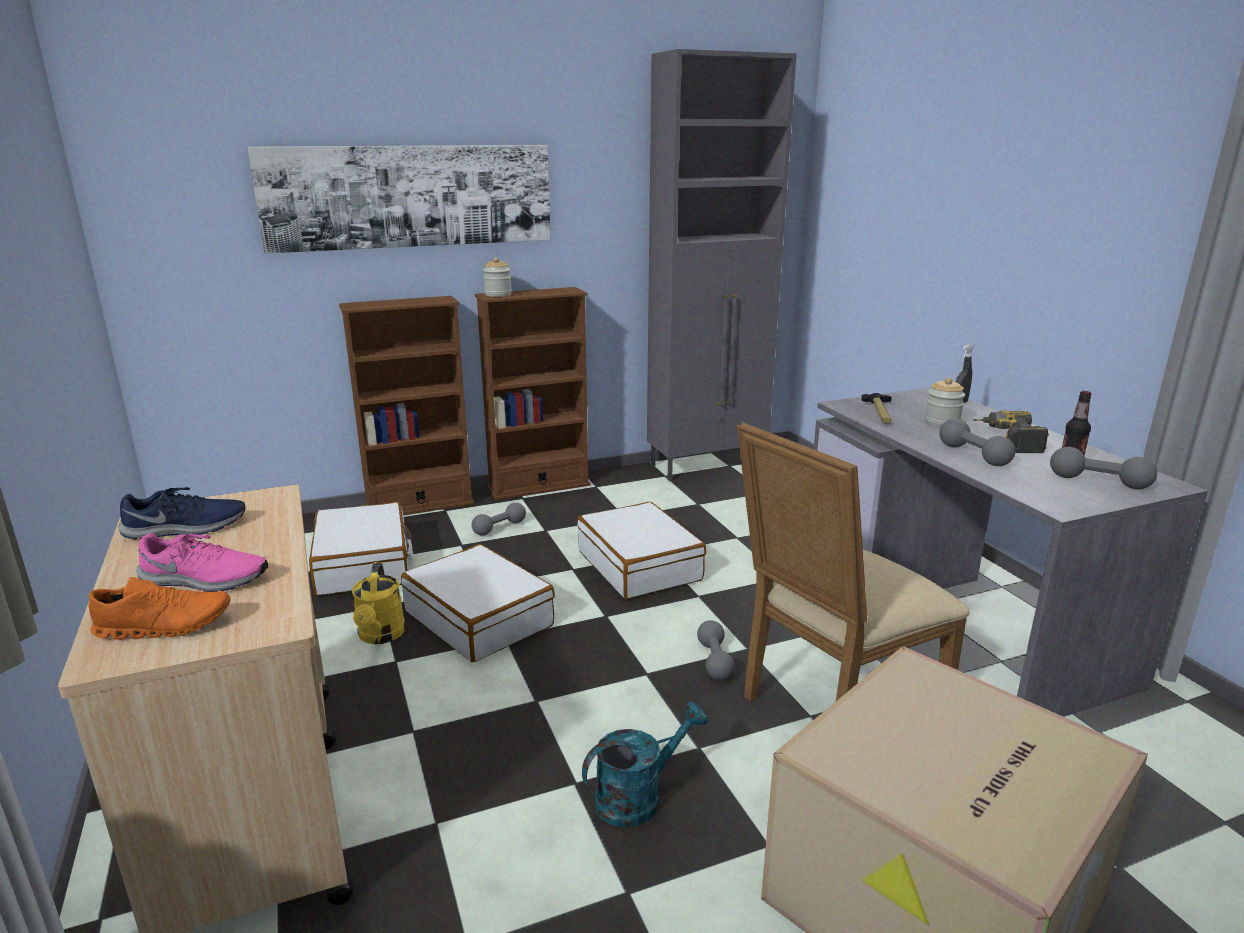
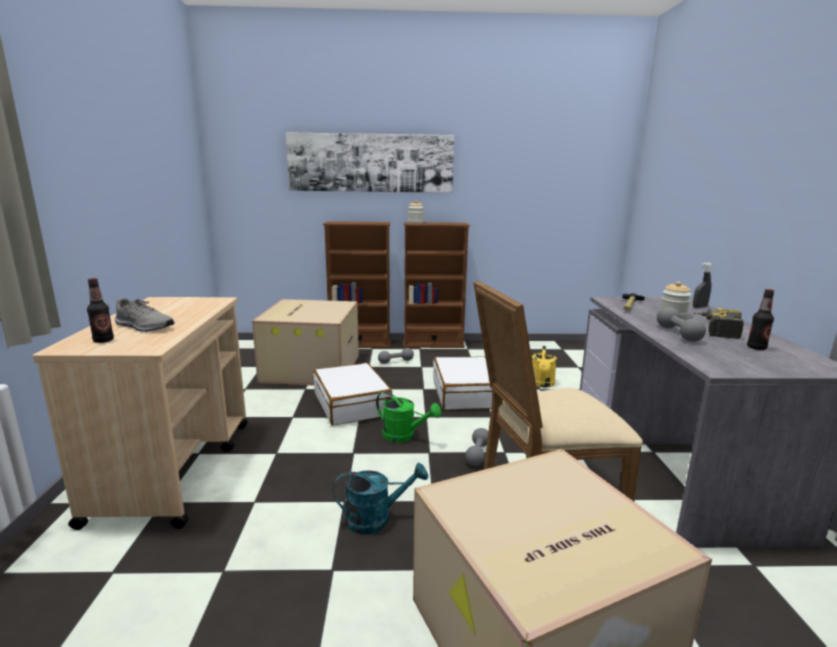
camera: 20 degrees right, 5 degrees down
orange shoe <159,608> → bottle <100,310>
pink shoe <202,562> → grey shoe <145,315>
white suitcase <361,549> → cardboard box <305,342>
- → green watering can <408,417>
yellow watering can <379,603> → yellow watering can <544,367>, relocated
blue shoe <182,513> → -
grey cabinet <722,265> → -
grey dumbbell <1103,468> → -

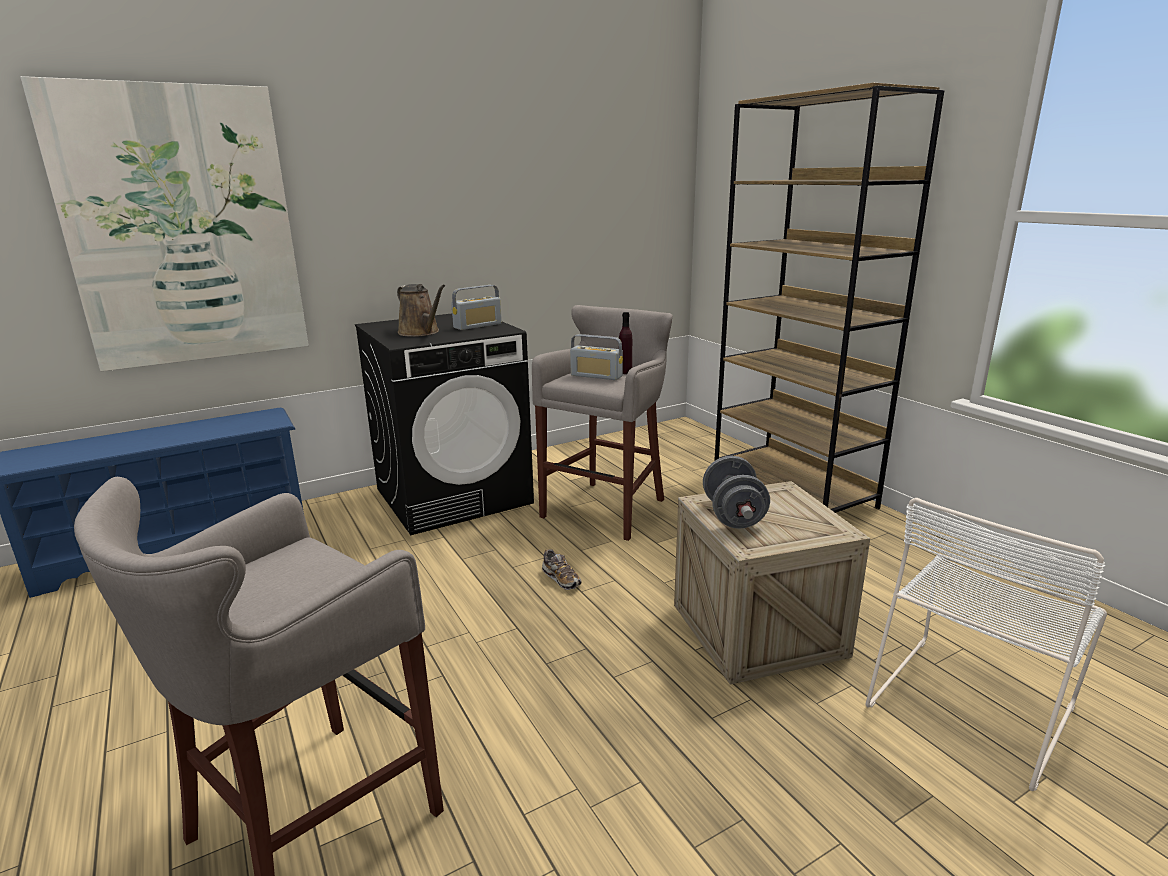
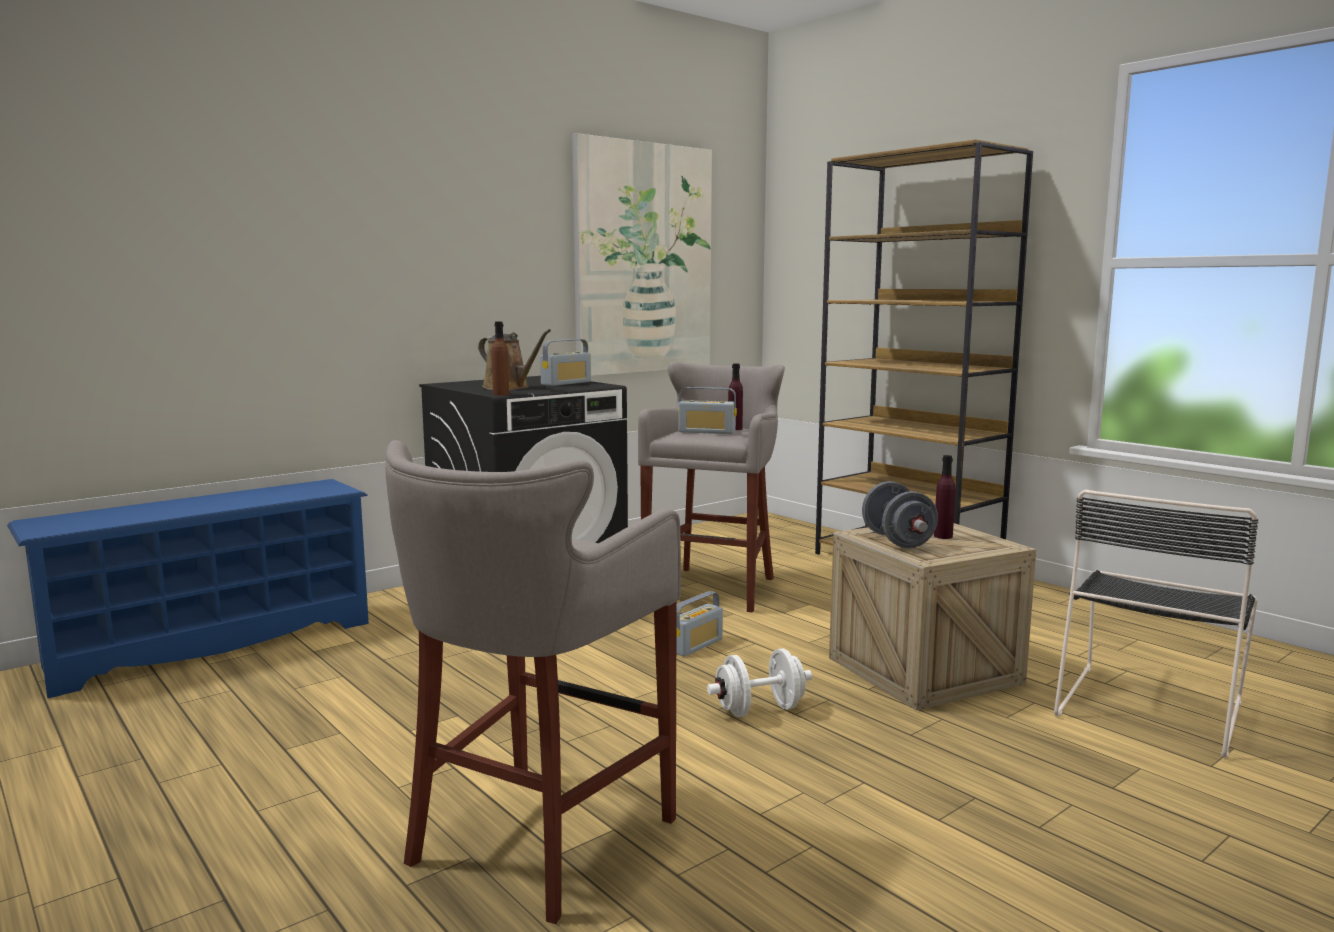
camera: 10 degrees left, 10 degrees down
- → brown bottle <500,358>
picture <164,223> → picture <642,254>, relocated
shoe <561,569> → radio <699,624>
- → white dumbbell <759,683>
- → purple bottle <944,497>
white chair <986,644> → black chair <1156,623>

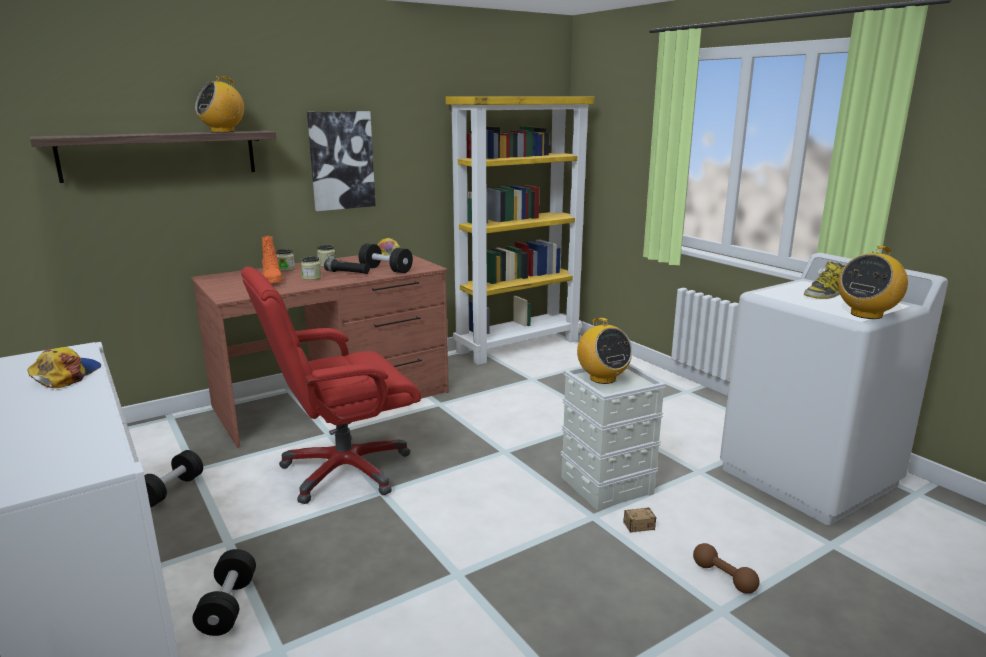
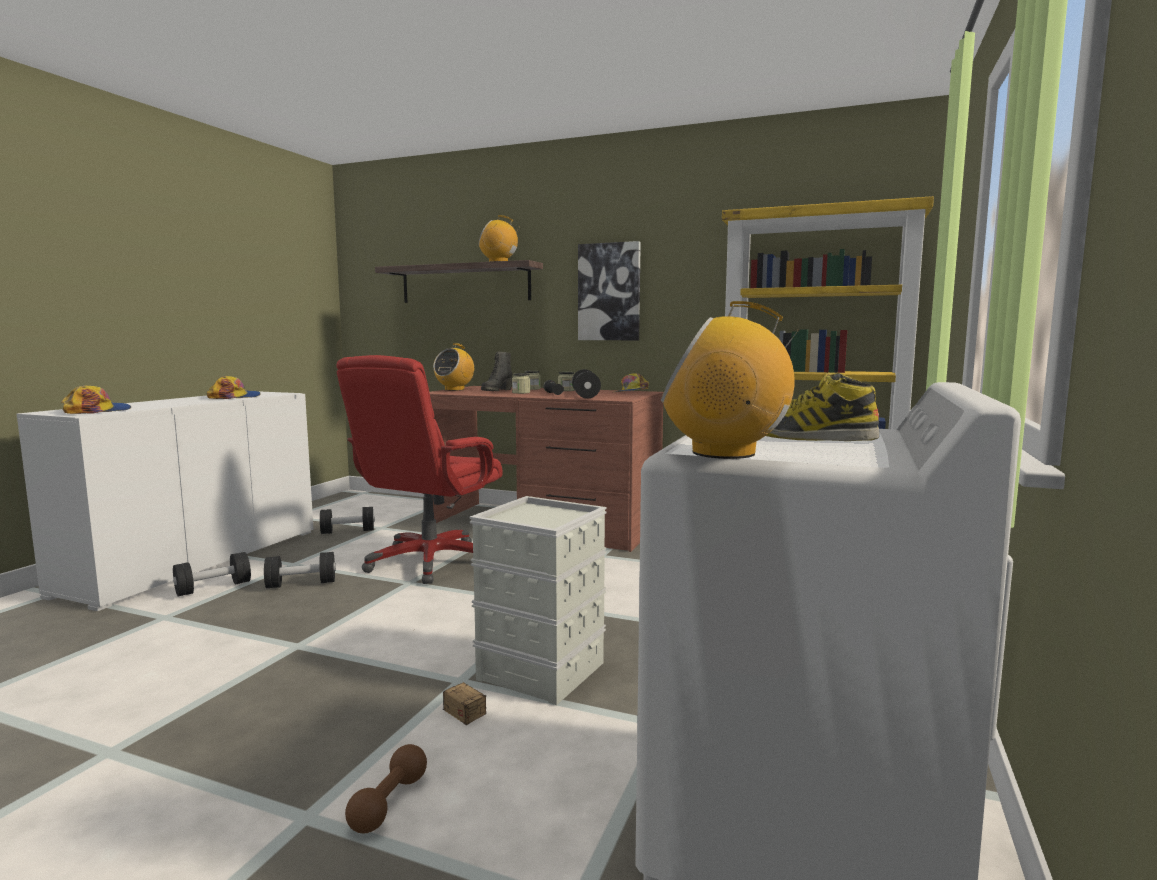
camera: 55 degrees right, 10 degrees down
- → cap <96,400>
- → black dumbbell <300,570>
red office chair <331,385> → red office chair <419,469>, 90 degrees counterclockwise
radio <604,351> → radio <453,367>, relocated
orange boot <272,259> → black boot <496,371>

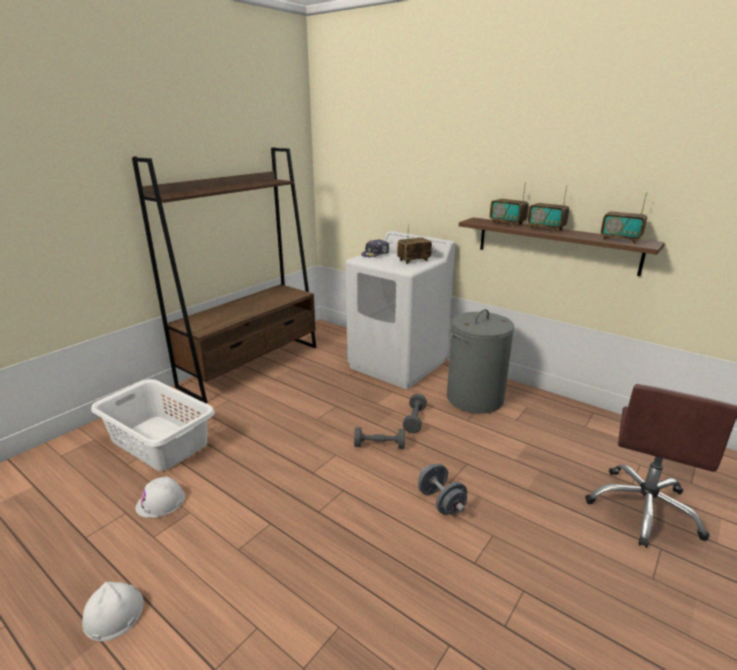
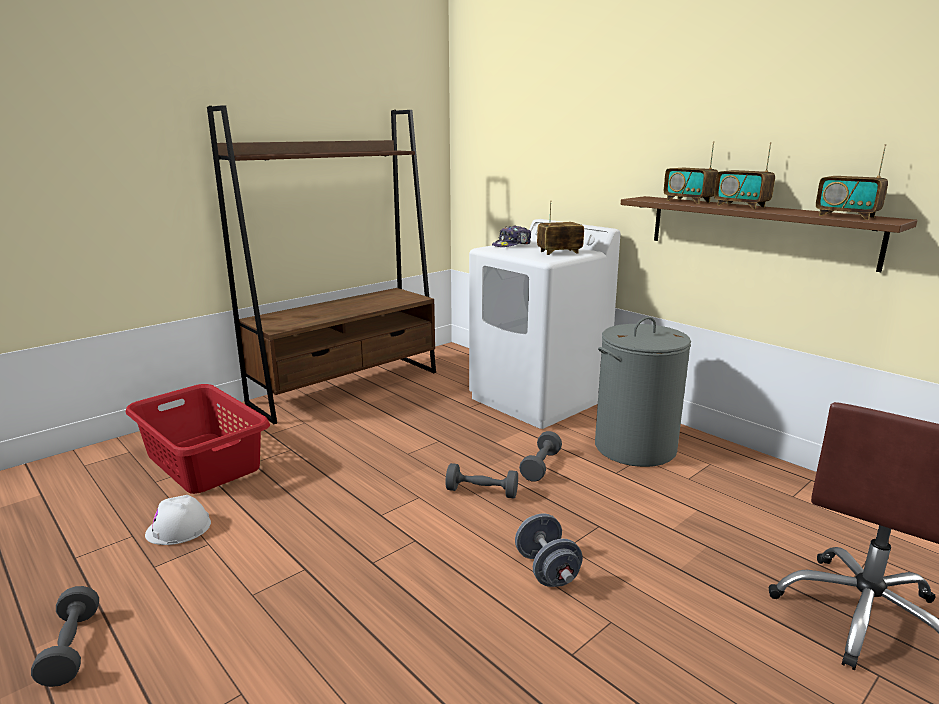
camera: 10 degrees right, 5 degrees down
white hard hat <113,611> → grey dumbbell <65,636>
white laundry basket <153,425> → red laundry basket <198,439>

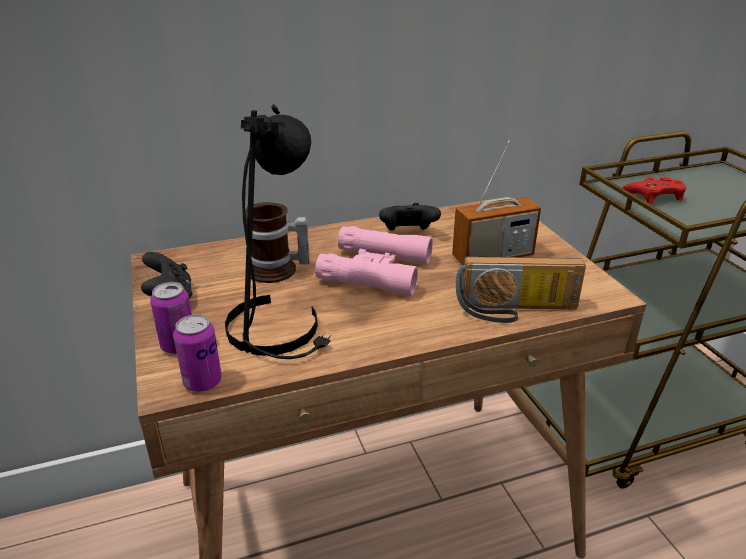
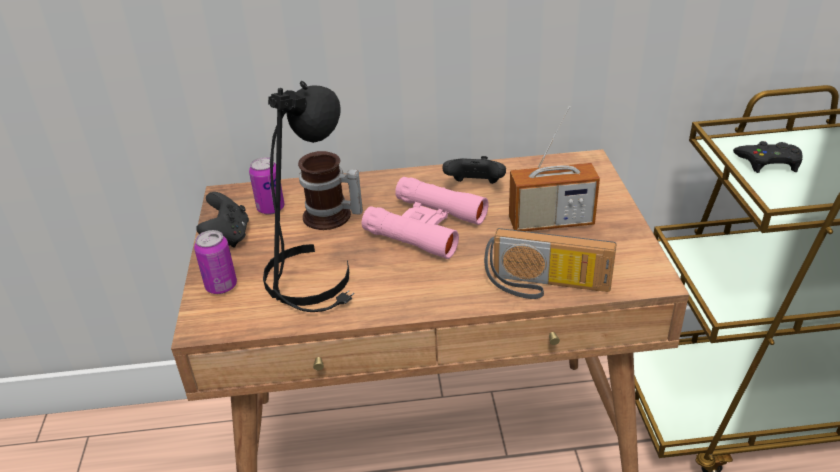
camera: 15 degrees right, 5 degrees up
can <197,353> → can <267,186>, relocated
red game controller <654,190> → black game controller <767,157>

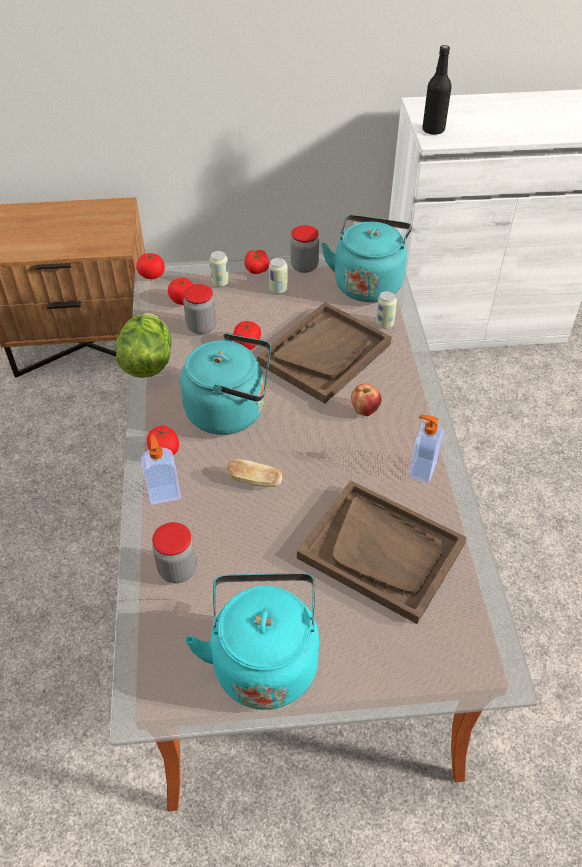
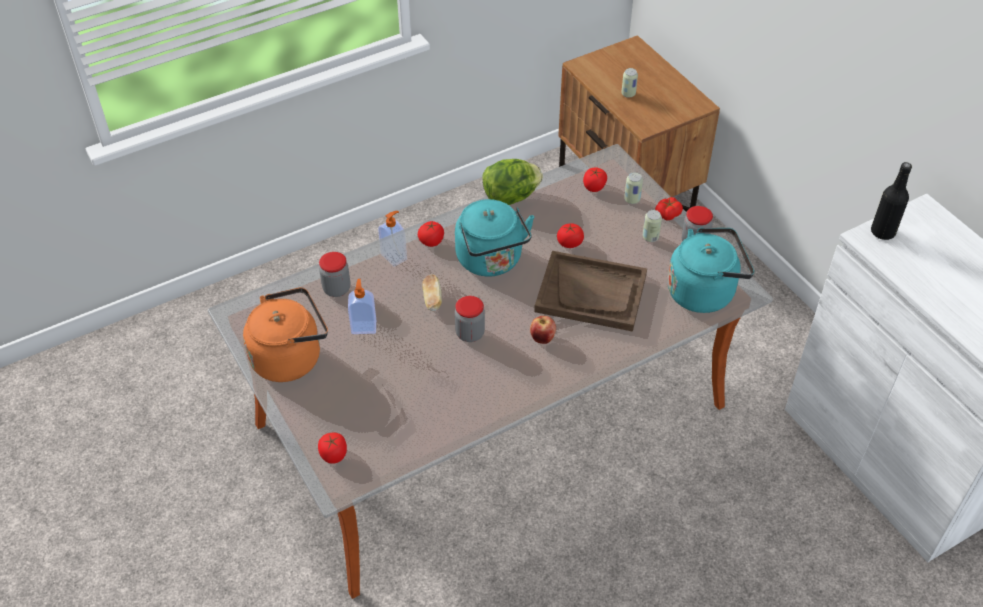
camera: 65 degrees right, 0 degrees up
turquoise kettle <252,641> → orange kettle <285,334>
tomato <150,266> → tomato <332,448>, relocated
soap dispenser <426,449> → soap dispenser <362,306>, relocated
jar <199,309> → jar <470,319>, relocated
can <386,309> → can <629,83>, relocated
brown tray <382,552> → -

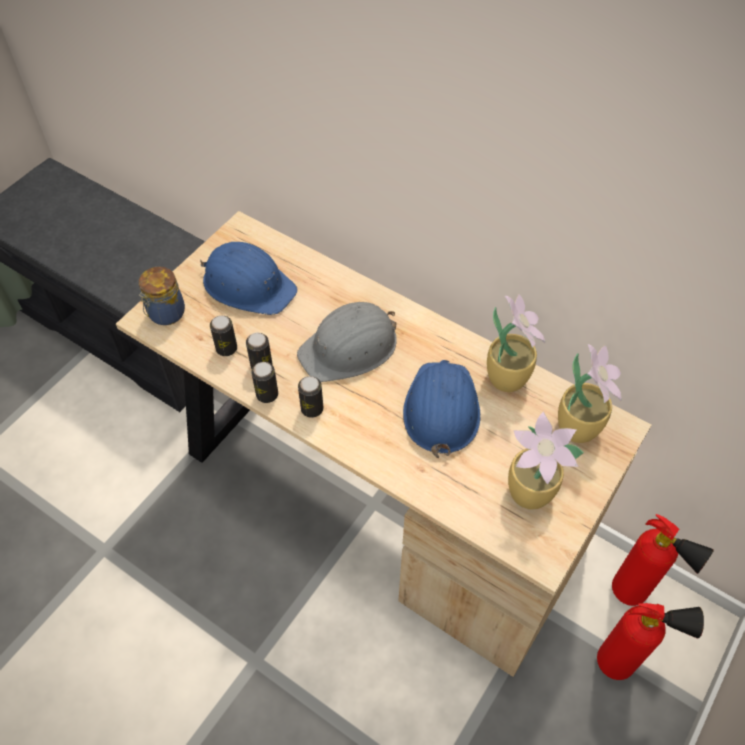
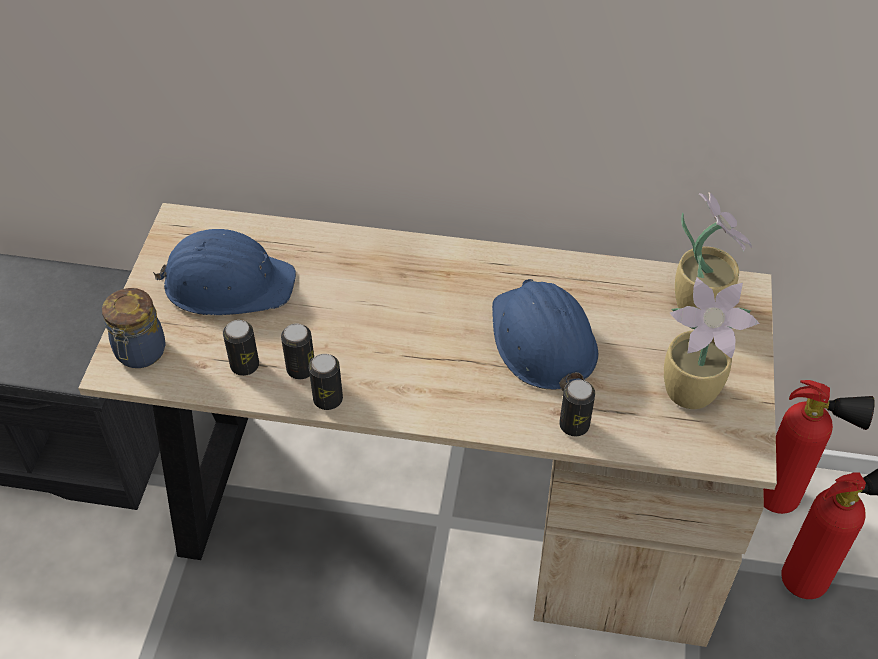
camera: 25 degrees left, 5 degrees down
can <310,397> → can <577,408>, relocated
grey hard hat <347,342> → -
potted plant <516,343> → -

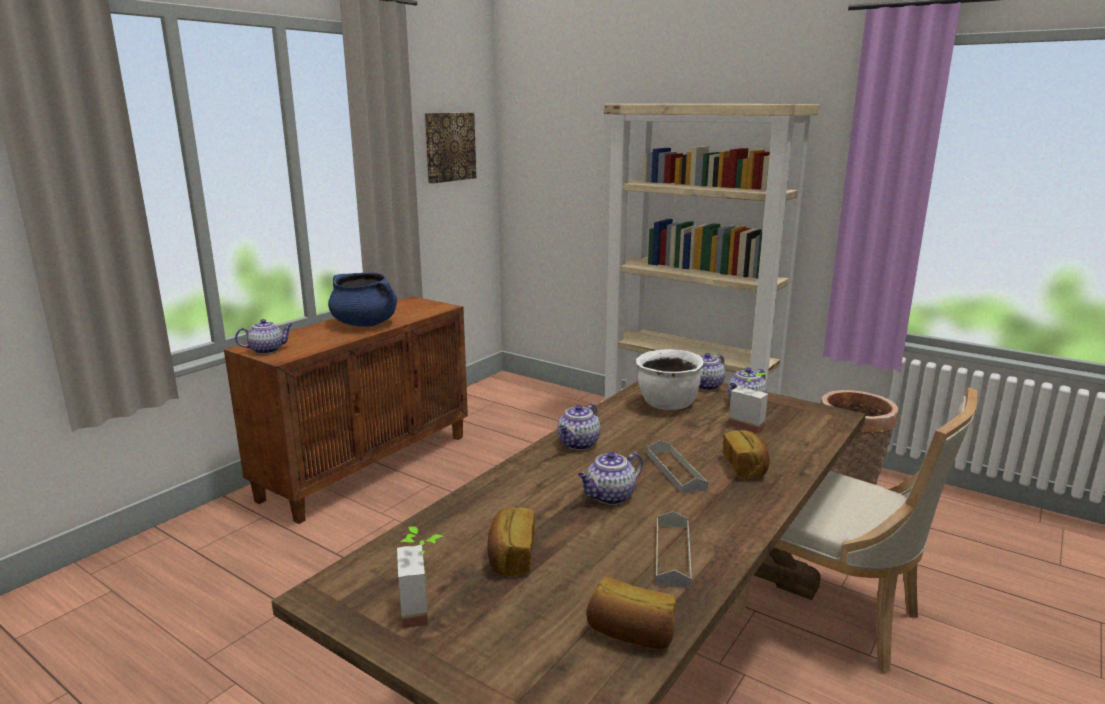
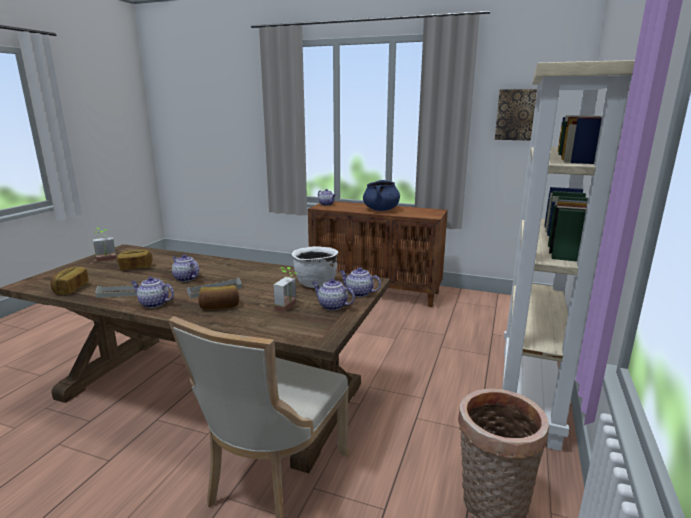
camera: 75 degrees right, 0 degrees up
teapot <579,426> → teapot <152,292>, relocated

